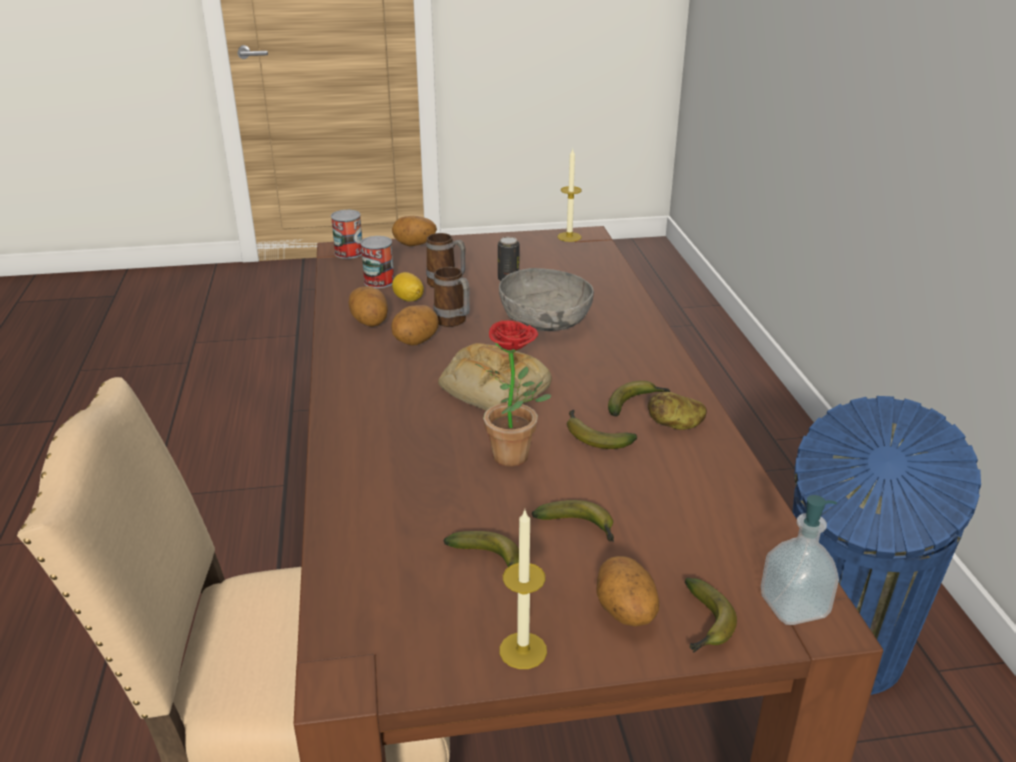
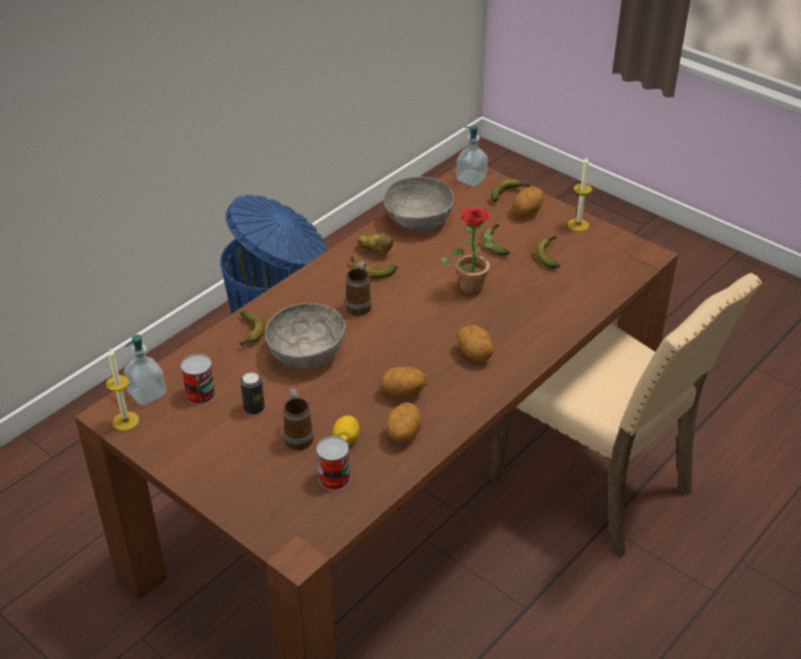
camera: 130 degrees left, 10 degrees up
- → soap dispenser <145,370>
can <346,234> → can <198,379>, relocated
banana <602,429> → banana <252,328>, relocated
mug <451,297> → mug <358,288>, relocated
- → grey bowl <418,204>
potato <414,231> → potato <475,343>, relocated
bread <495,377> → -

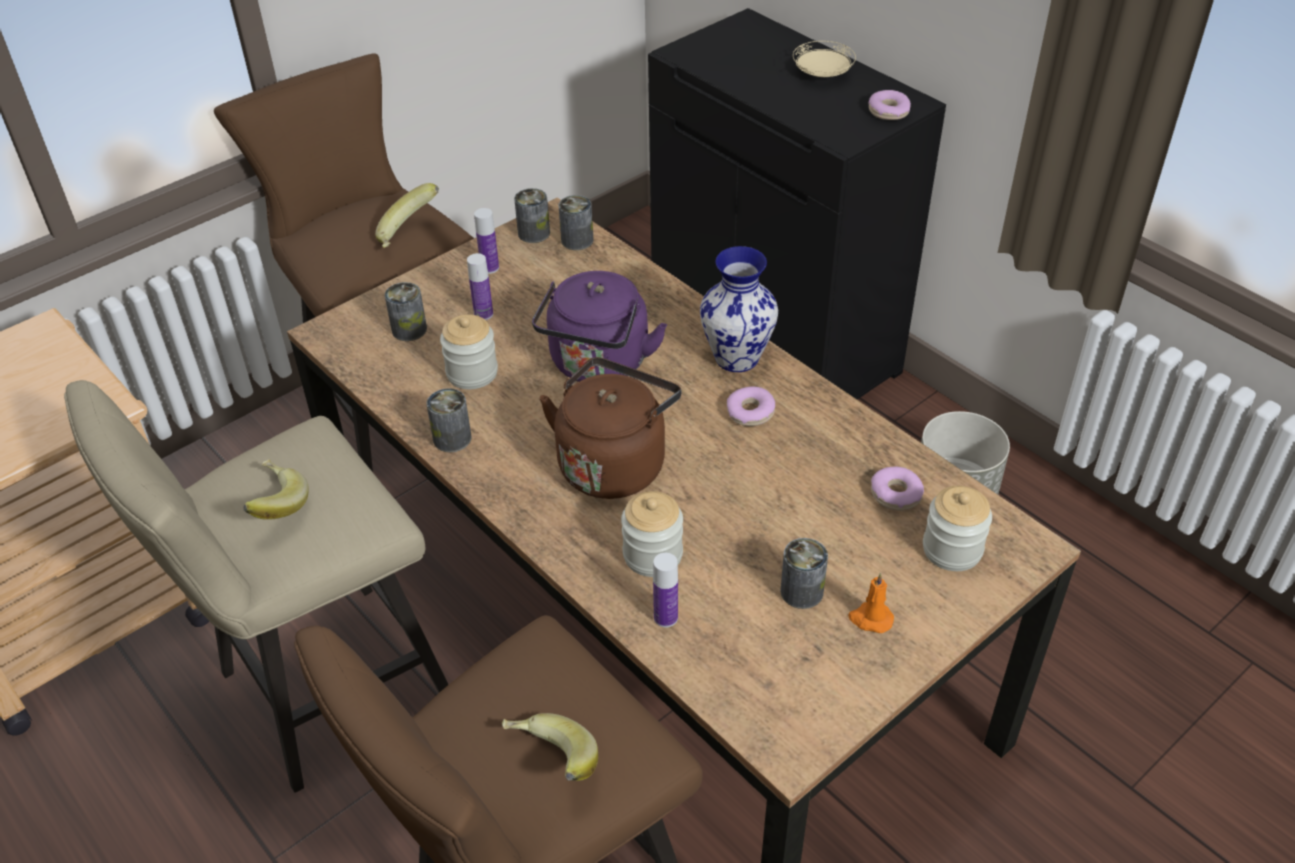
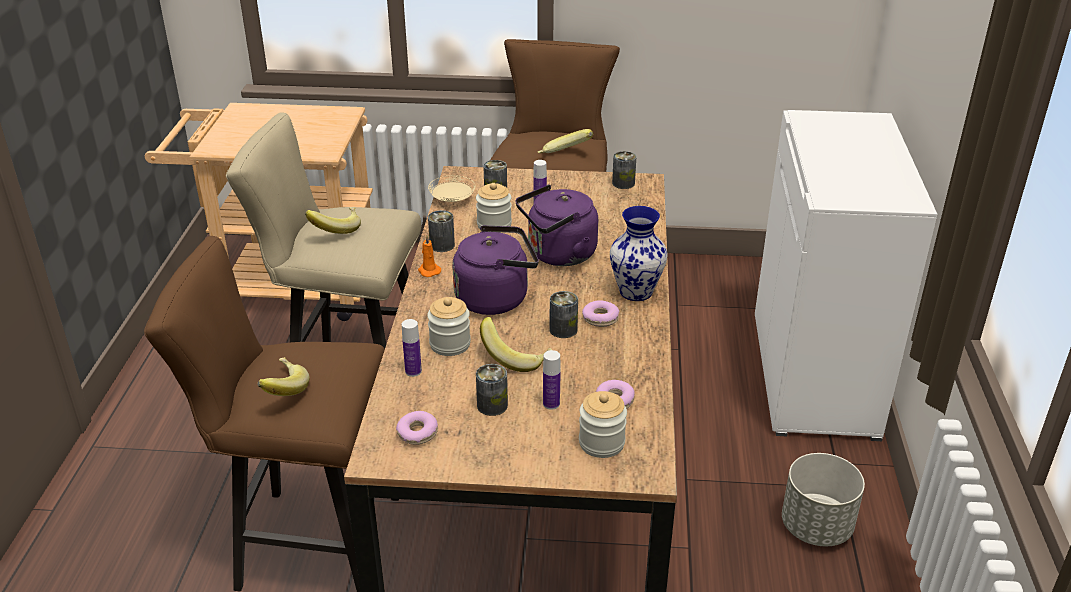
camera: 45 degrees right, 10 degrees down
donut <890,105> → donut <417,428>, relocated
orange candle <871,603> → orange candle <429,256>, relocated
beige plate <824,59> → beige plate <451,188>, relocated
brown kettle <610,428> → purple kettle <495,270>
- → banana <516,344>
bottle <486,241> → bottle <552,380>, relocated
can <576,222> → can <563,314>, relocated
black cabinet <797,203> → white cabinet <846,275>

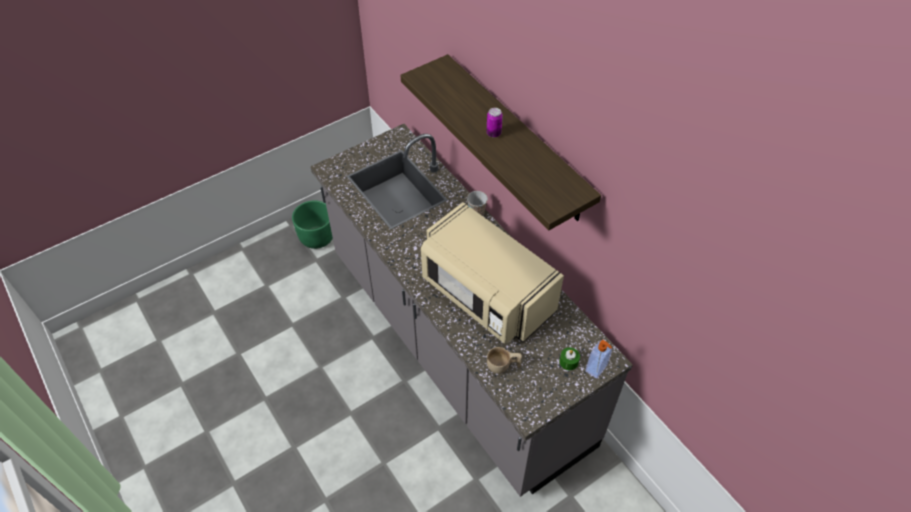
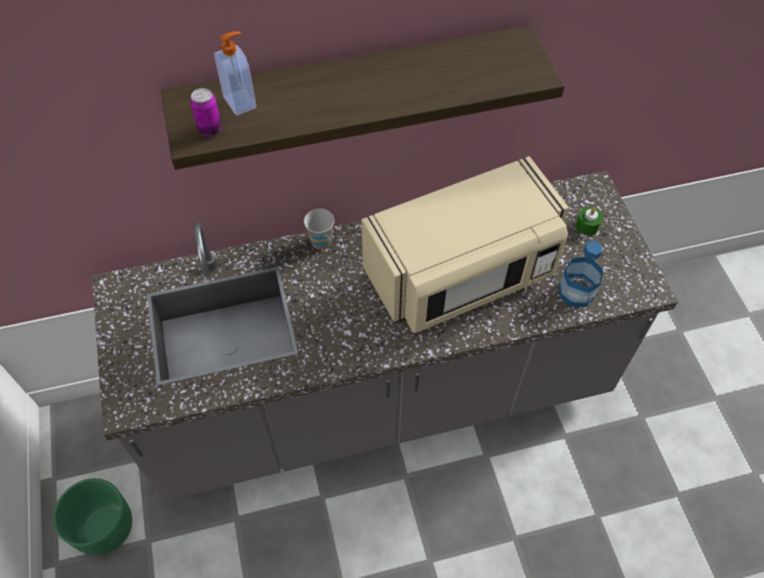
camera: 70 degrees left, 5 degrees up
can <494,123> → can <206,112>, relocated
soap dispenser <598,359> → soap dispenser <235,74>, relocated
beige cup <504,360> → bottle <581,274>

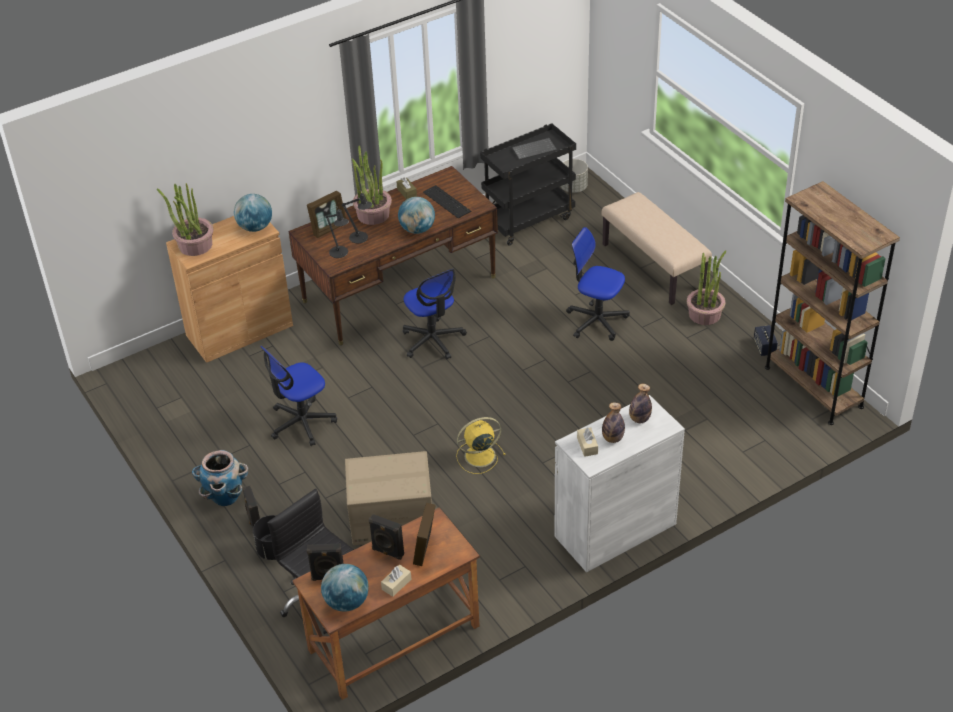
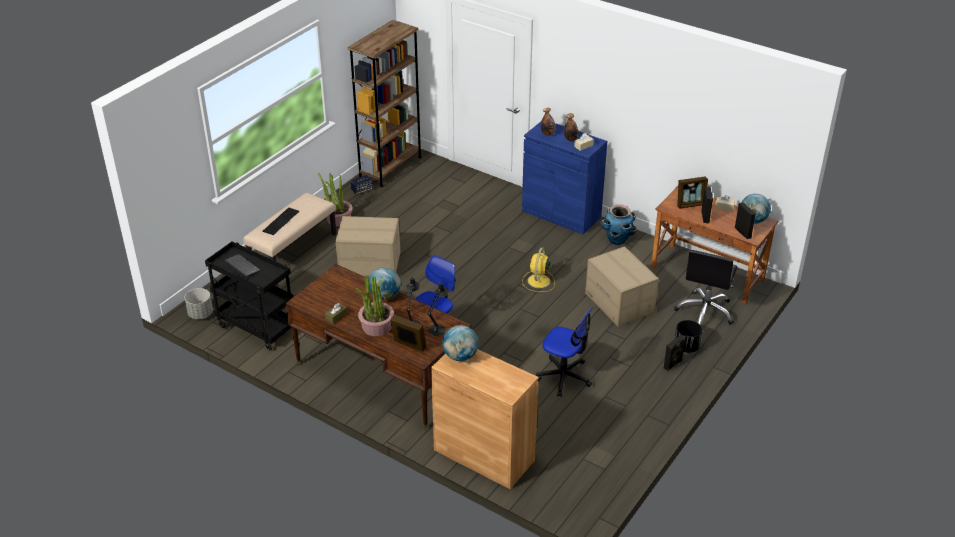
camera: 115 degrees left, 5 degrees down
keyboard <447,201> → keyboard <280,221>, relocated
office chair <598,284> → cardboard box <368,246>
white cabinet <620,483> → blue cabinet <564,178>
yellow fan <481,445> → yellow fan <539,269>, 60 degrees clockwise
planter <220,478> → planter <618,224>, relocated
potted plant <185,219> → -

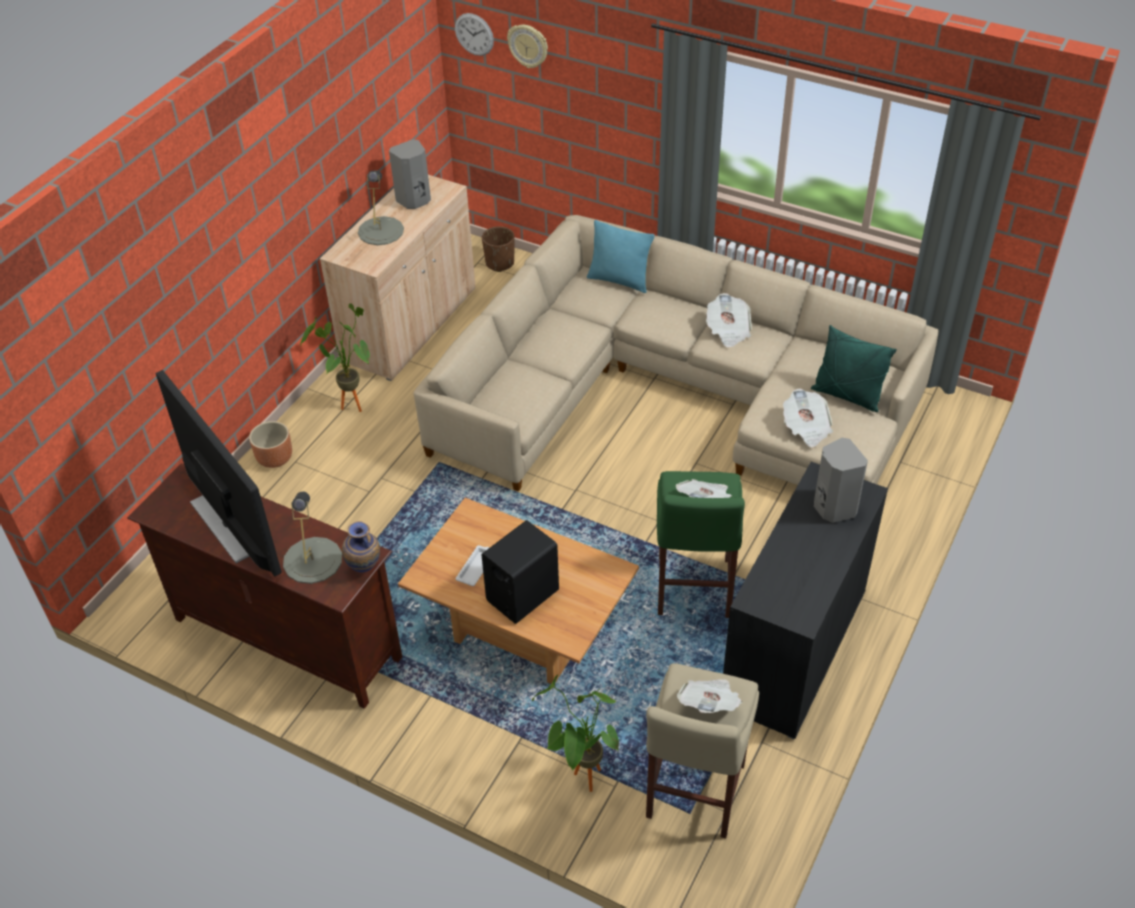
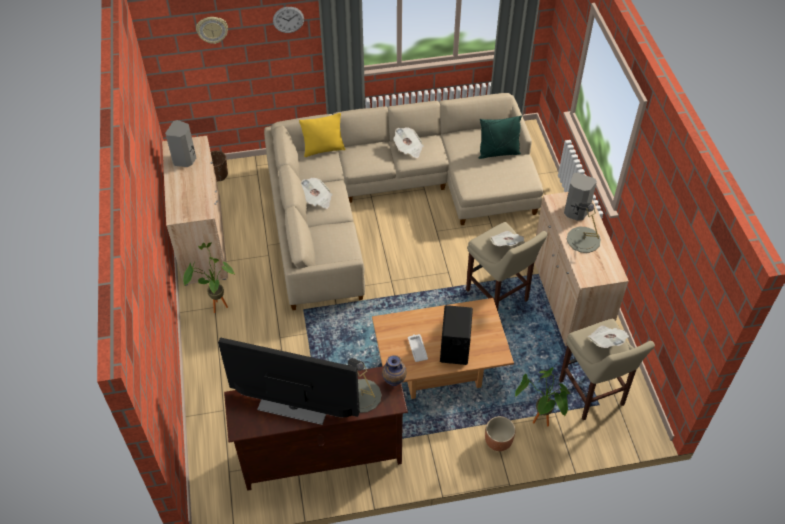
camera: 40 degrees left, 5 degrees up
wall clock <474,34> → wall clock <288,20>, relocated
turquoise pillow <621,256> → yellow pillow <322,135>
newspaper <808,418> → newspaper <317,193>, relocated
green stool <701,544> → beige stool <507,266>
brown planter <270,444> → brown planter <500,433>, relocated
black cabinet <805,600> → beige cabinet <582,269>
grey table lamp <381,207> → grey table lamp <584,227>, relocated

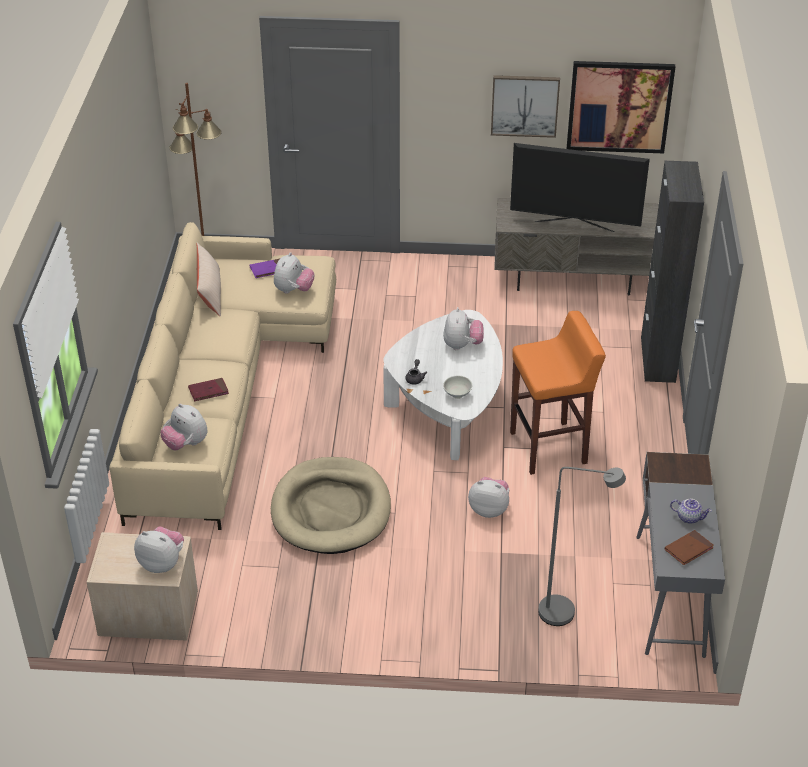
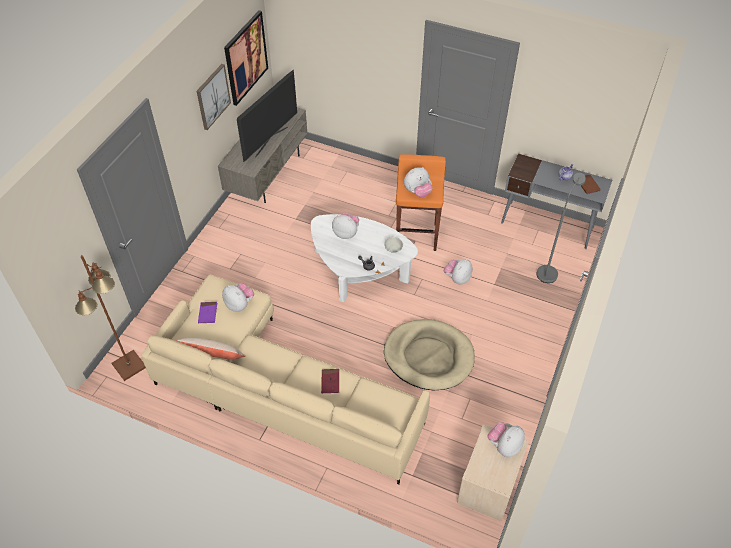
camera: 70 degrees left, 10 degrees up
plush toy <183,427> → plush toy <418,182>, relocated
black cabinet <672,272> → -

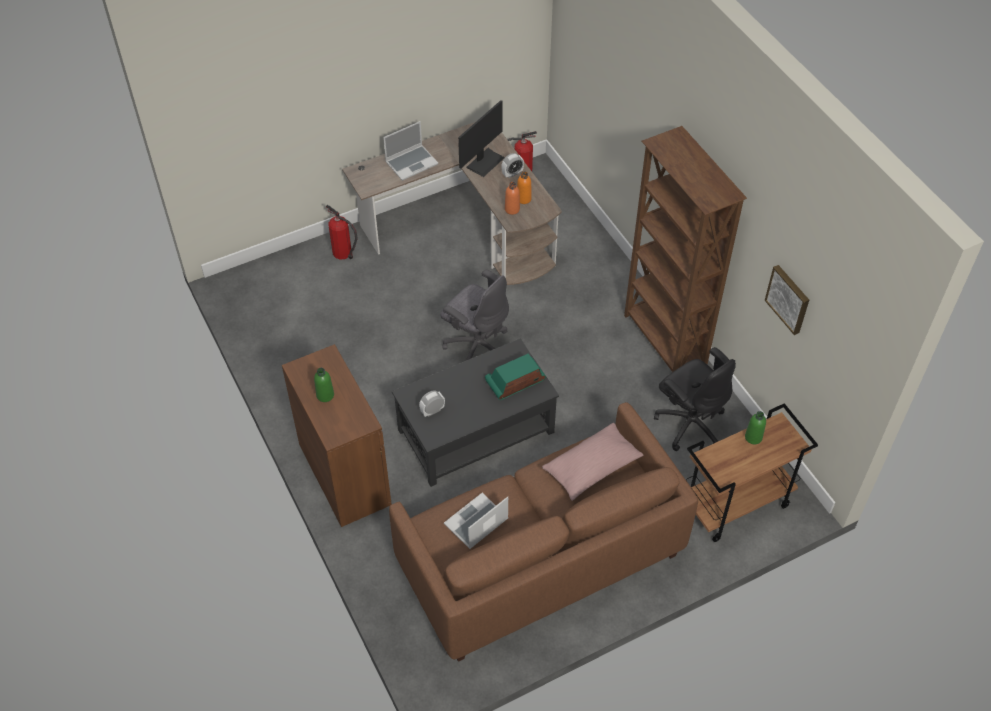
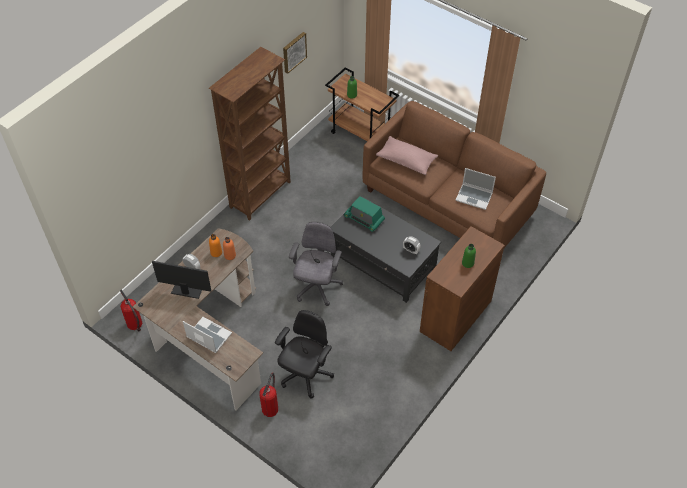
camera: 115 degrees left, 0 degrees up
black office chair <695,399> → black office chair <304,354>, relocated

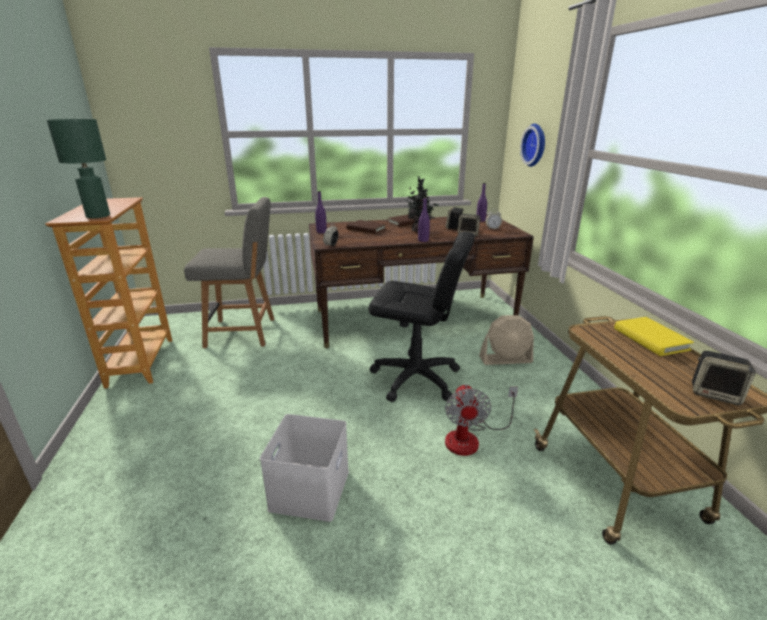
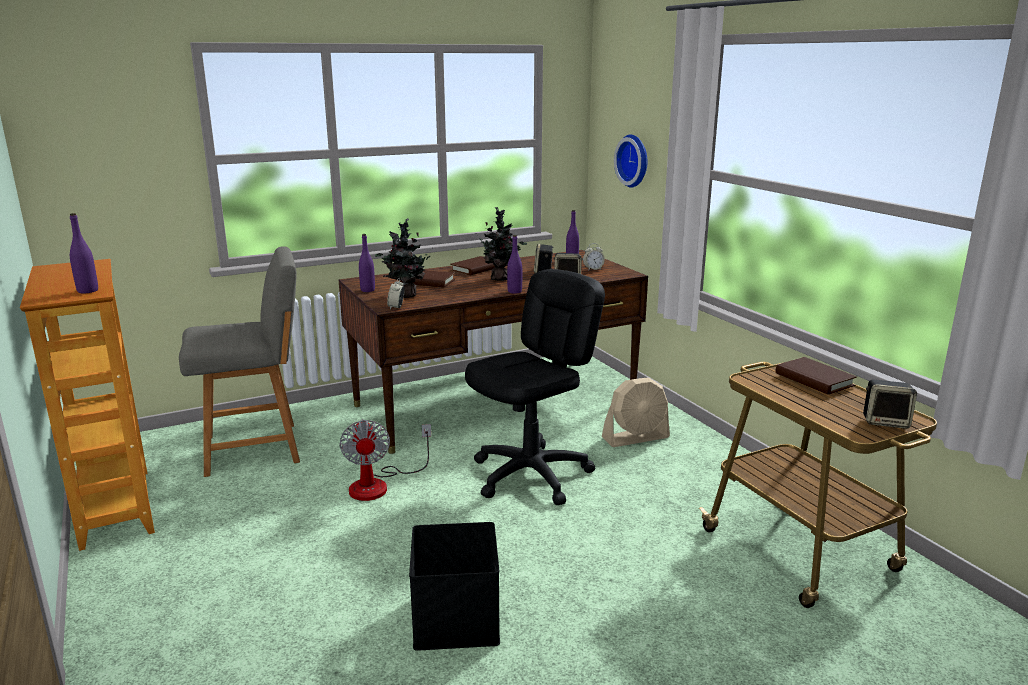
camera: 15 degrees left, 5 degrees down
green table lamp <78,168> → purple bottle <84,253>
fan <481,420> → fan <385,460>, relocated
- → potted plant <402,258>
white storage box <304,468> → black storage box <454,586>
black office chair <422,317> → black office chair <535,387>, 45 degrees counterclockwise
yellow book <654,336> → brown book <816,376>

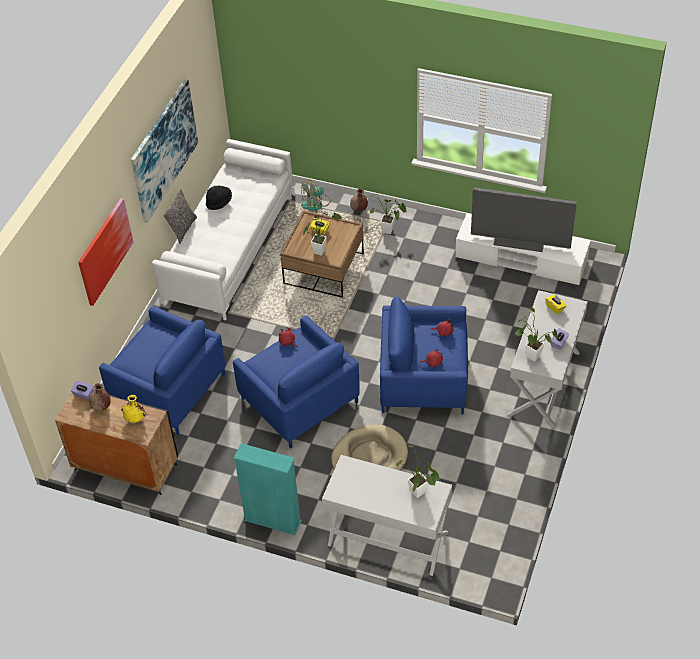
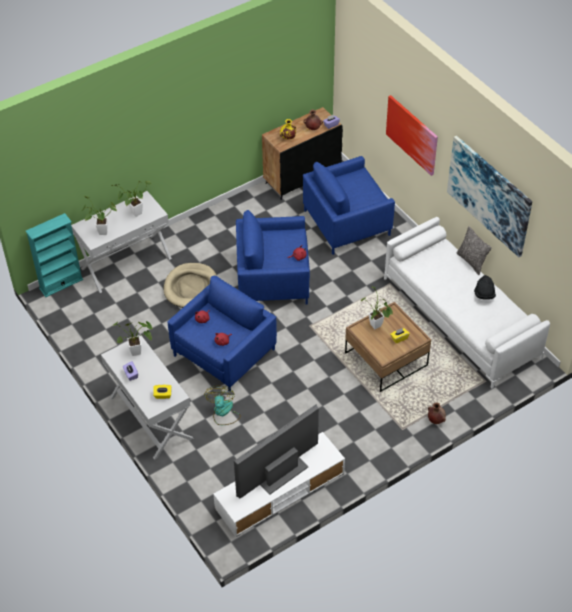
camera: 125 degrees right, 0 degrees up
turquoise bookcase <267,489> → turquoise bookcase <54,255>, relocated
potted plant <388,214> → potted plant <131,198>, relocated
fan <316,194> → fan <222,405>, relocated

